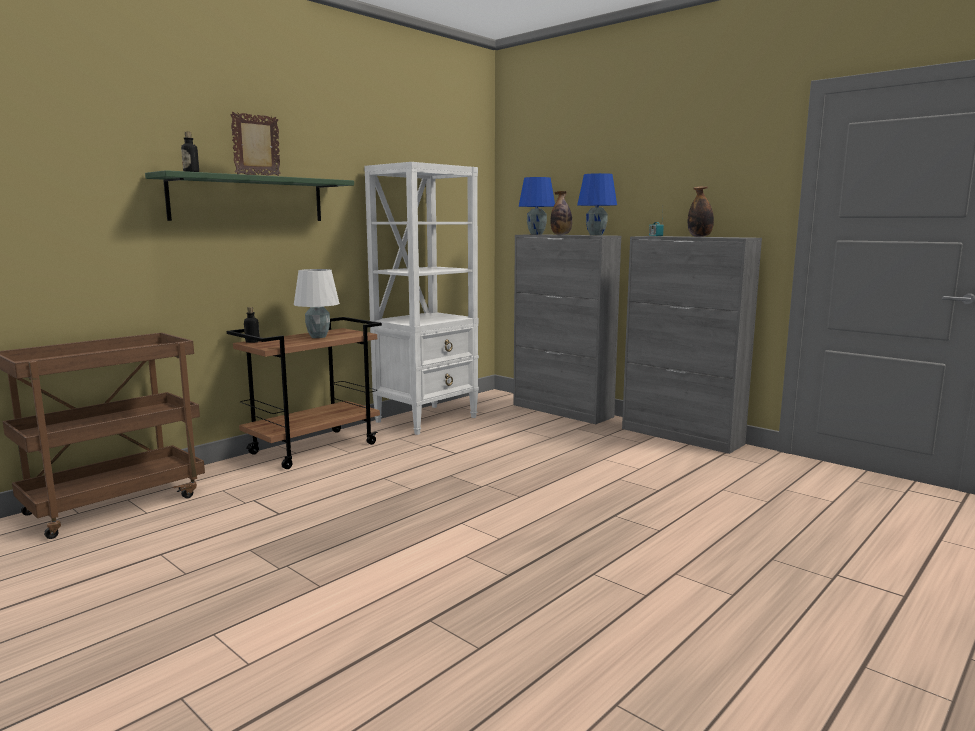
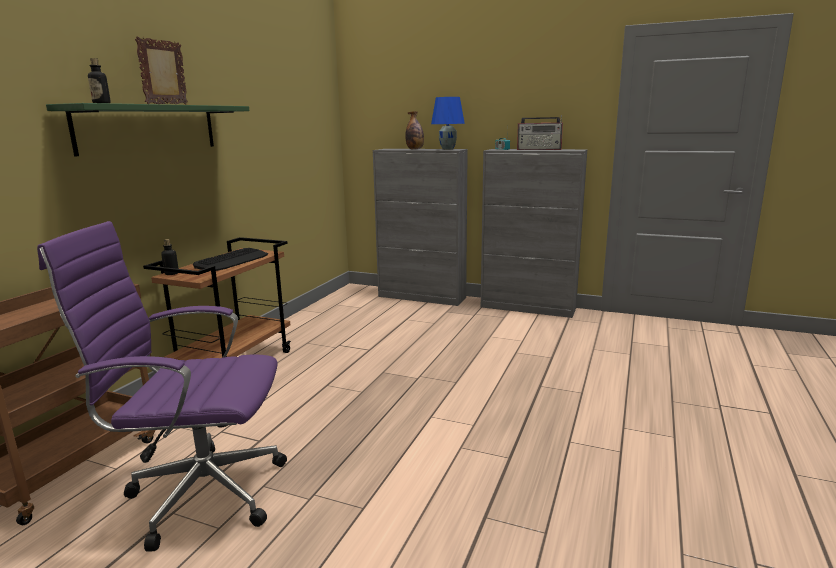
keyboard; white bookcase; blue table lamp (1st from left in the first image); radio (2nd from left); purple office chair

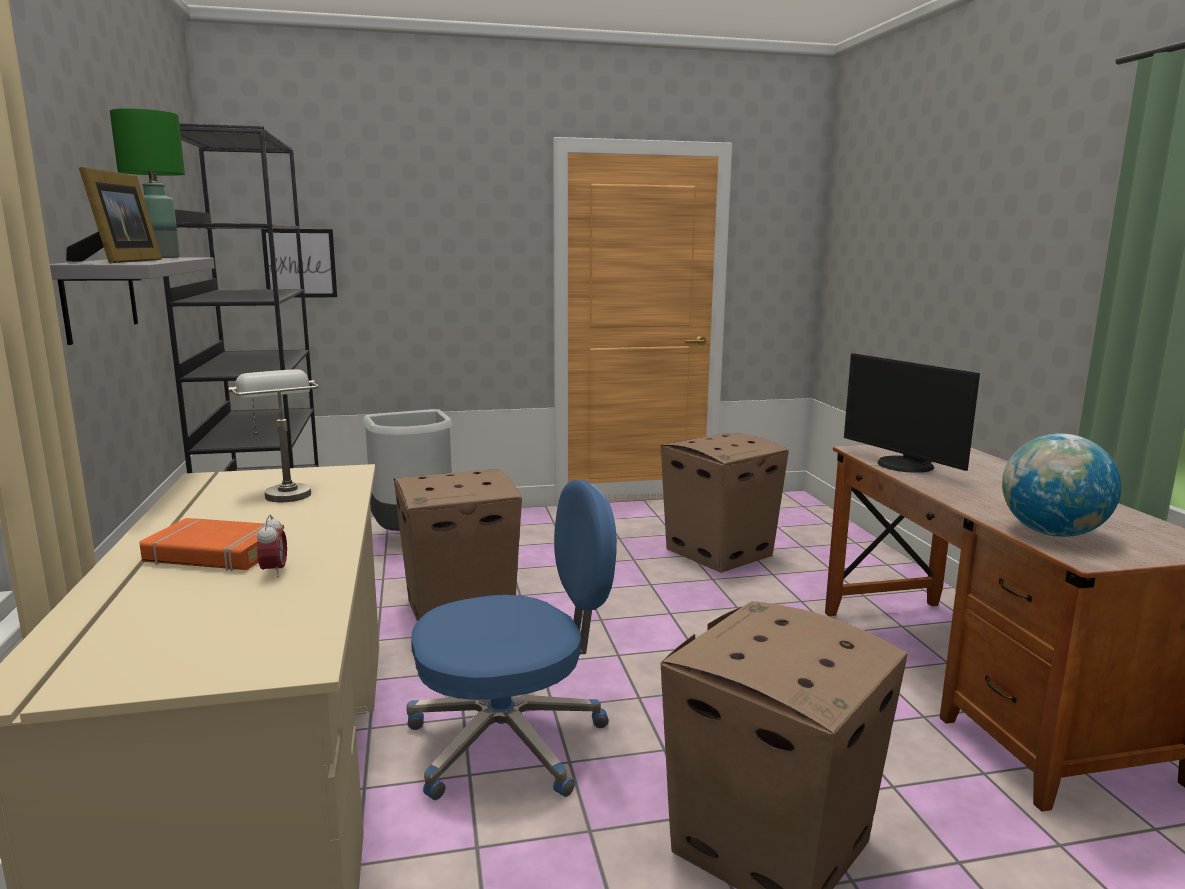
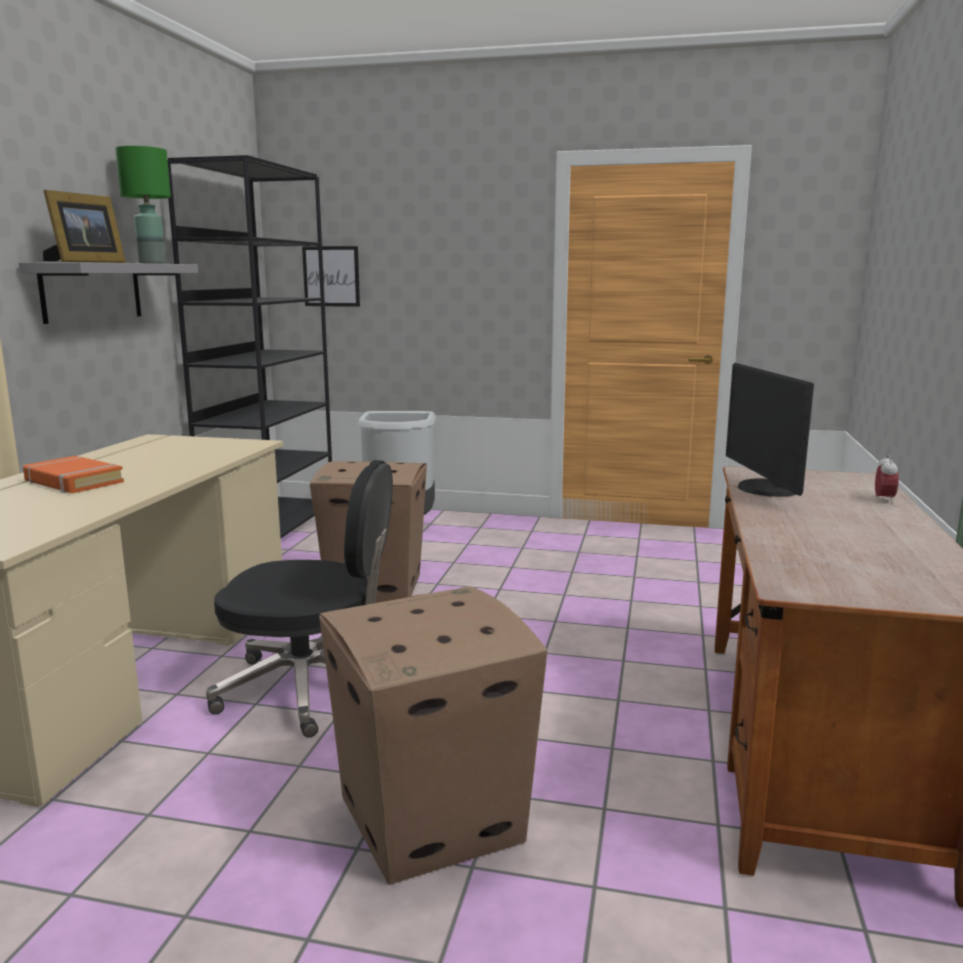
grey table lamp; alarm clock; black office chair; cardboard box (2nd from left in the first image); globe

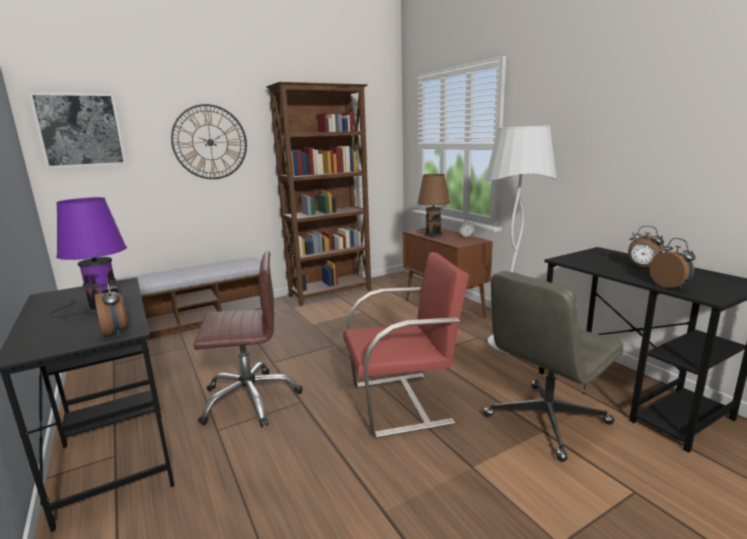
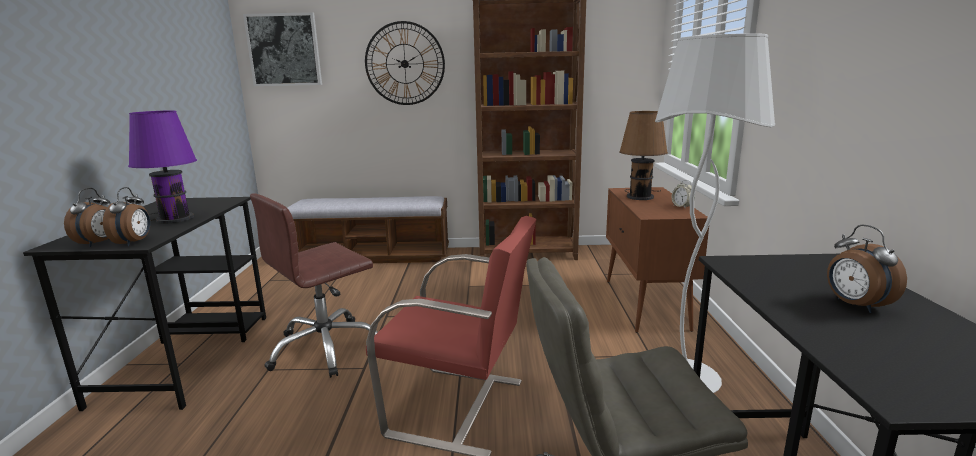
brown office chair; alarm clock (1st from left)

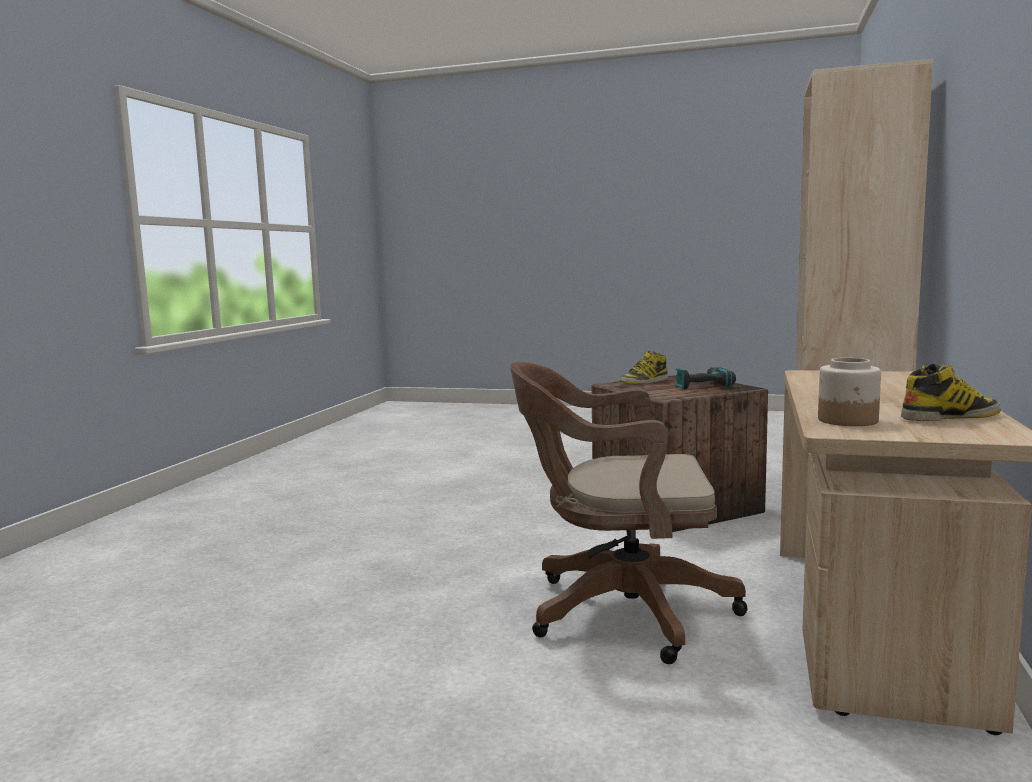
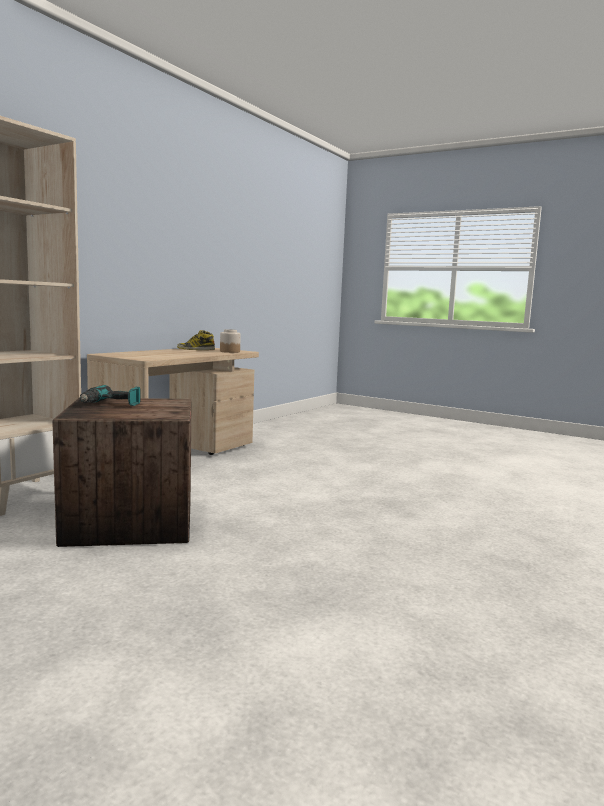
brown office chair; boot (1st from left in the first image)

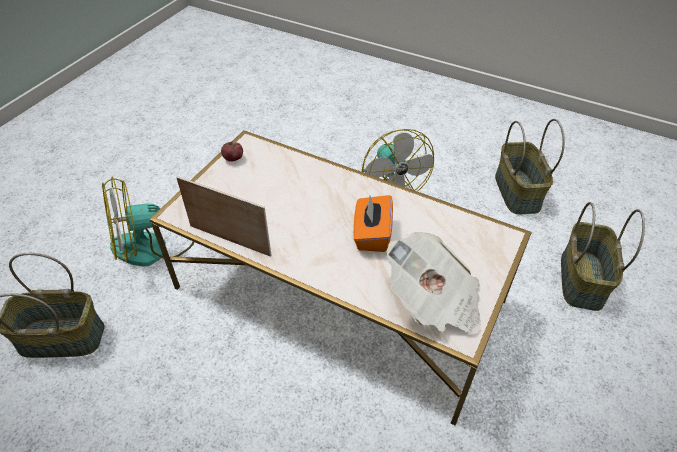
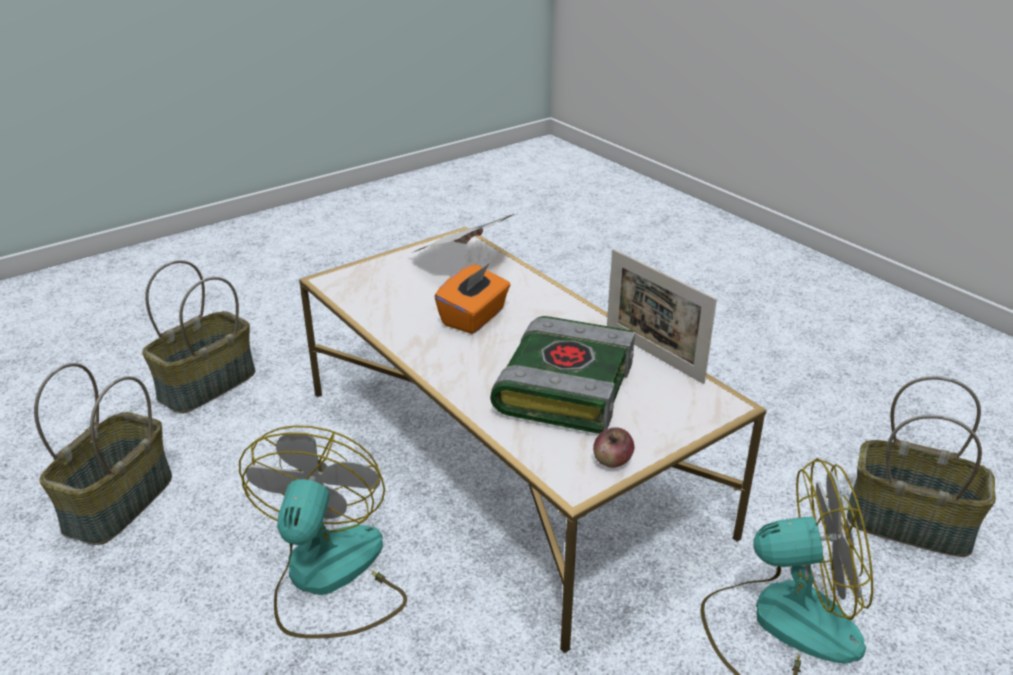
book

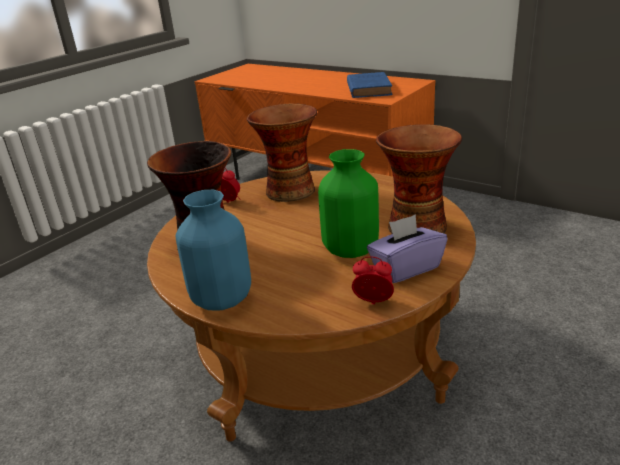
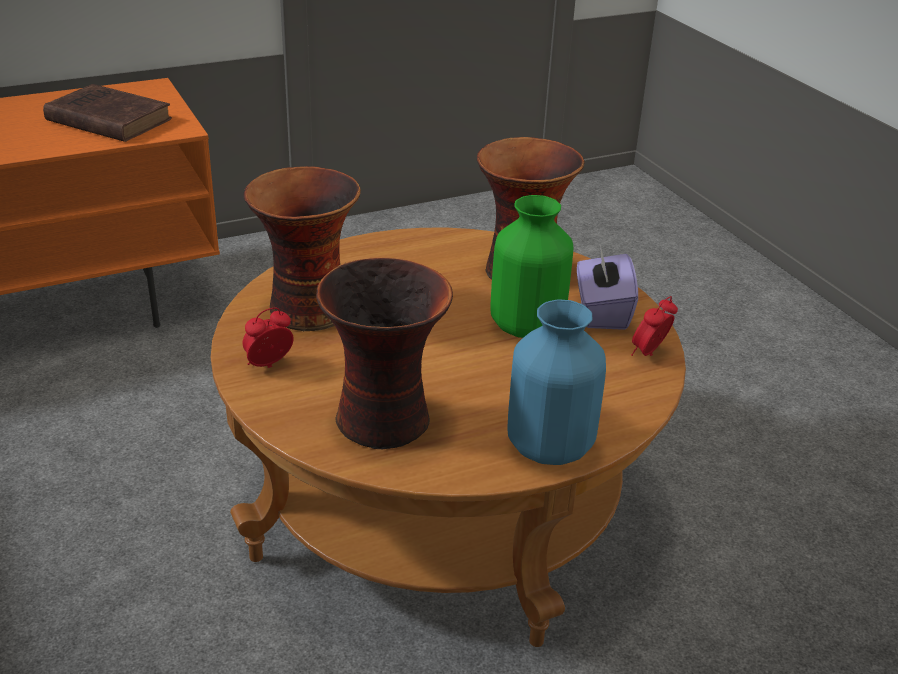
brown book

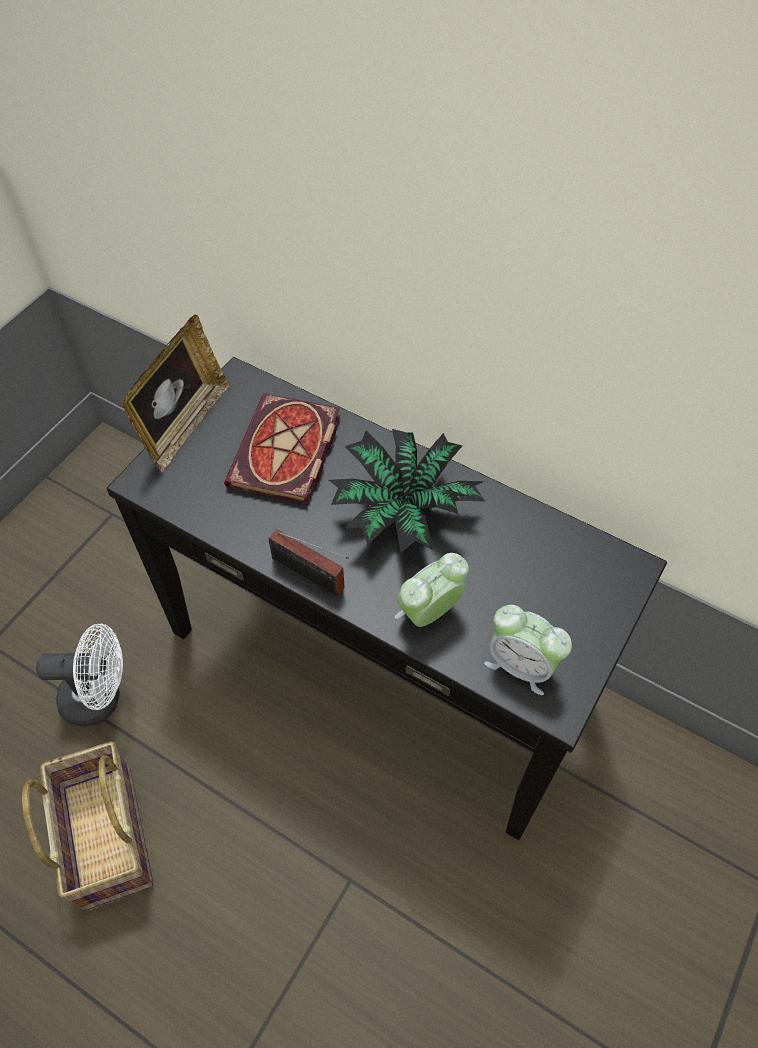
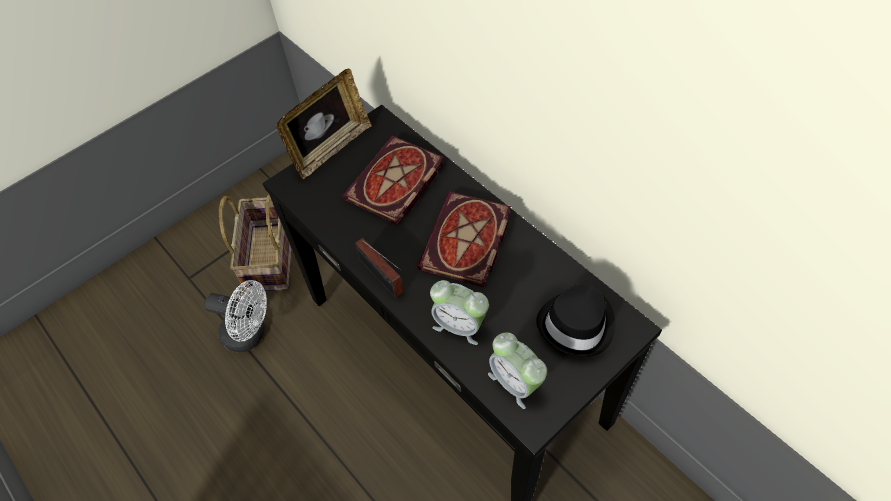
basket; book (2nd from left); alarm clock (1st from left); black hat

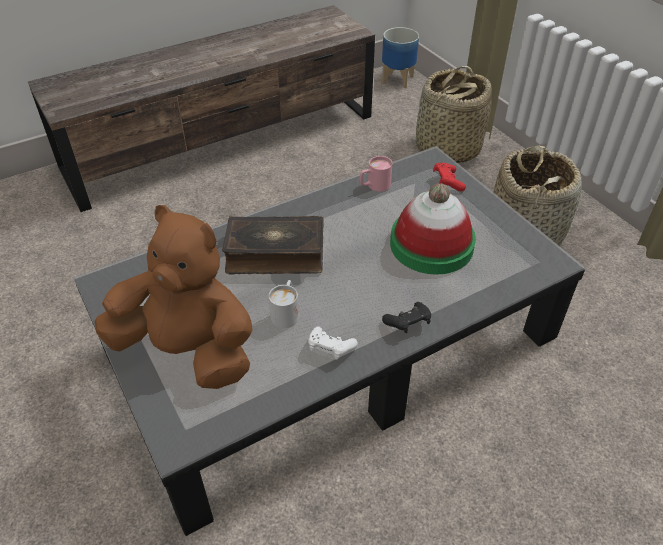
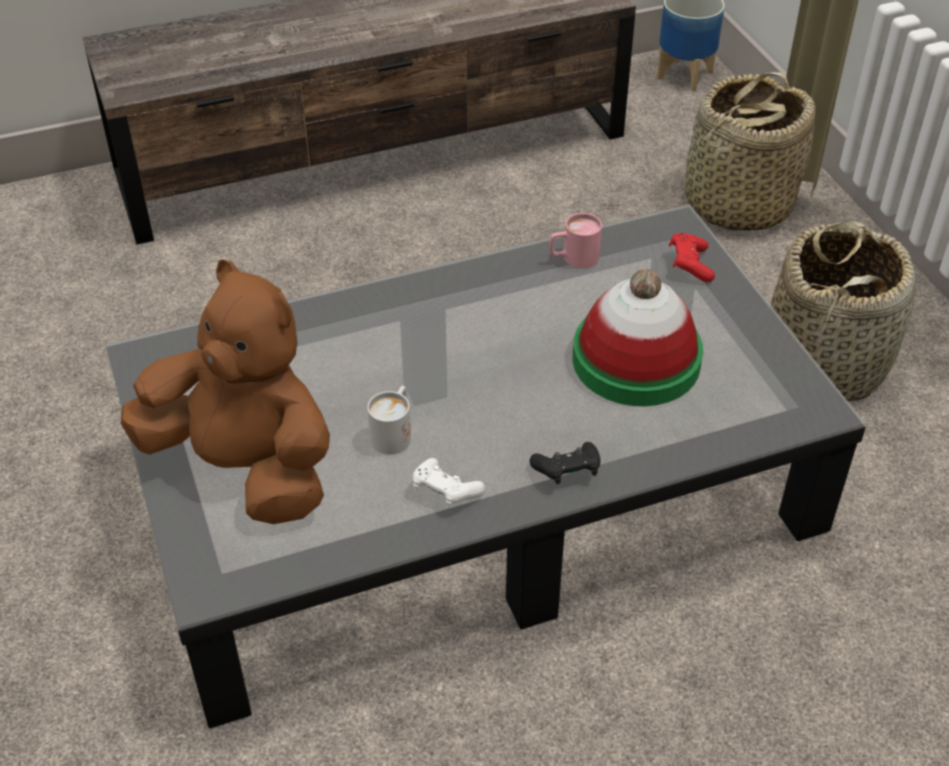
book

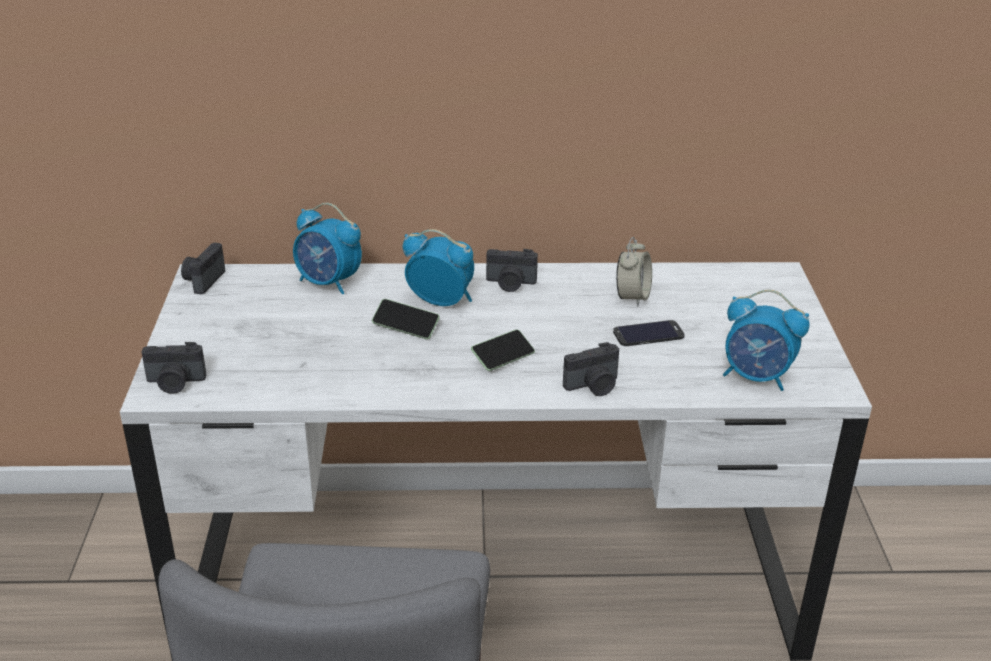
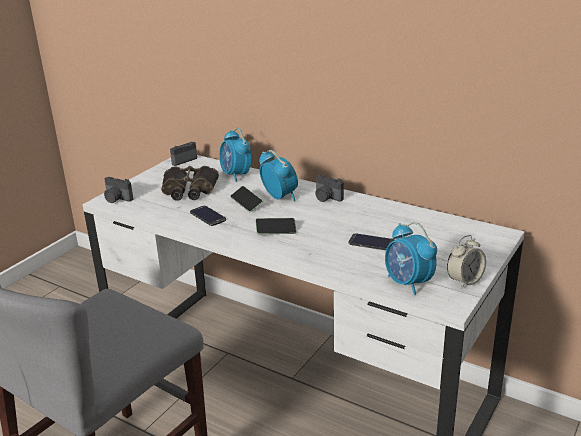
photo camera (4th from left in the first image); alarm clock (4th from left); binoculars; phone (1st from left)

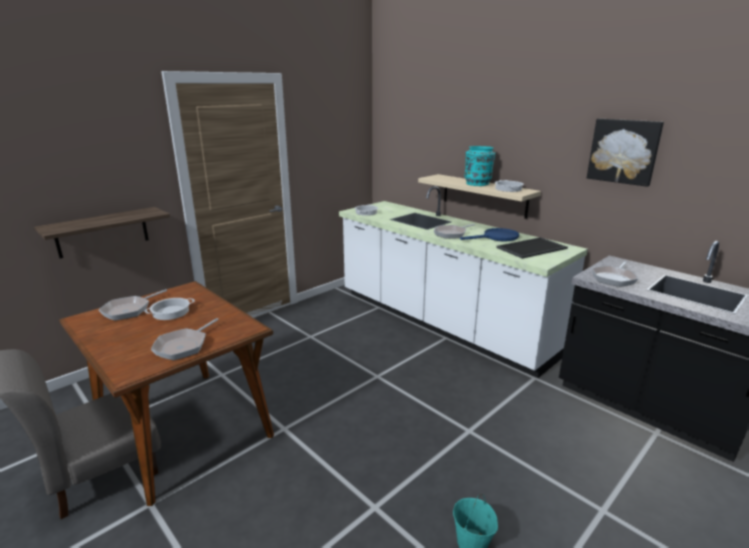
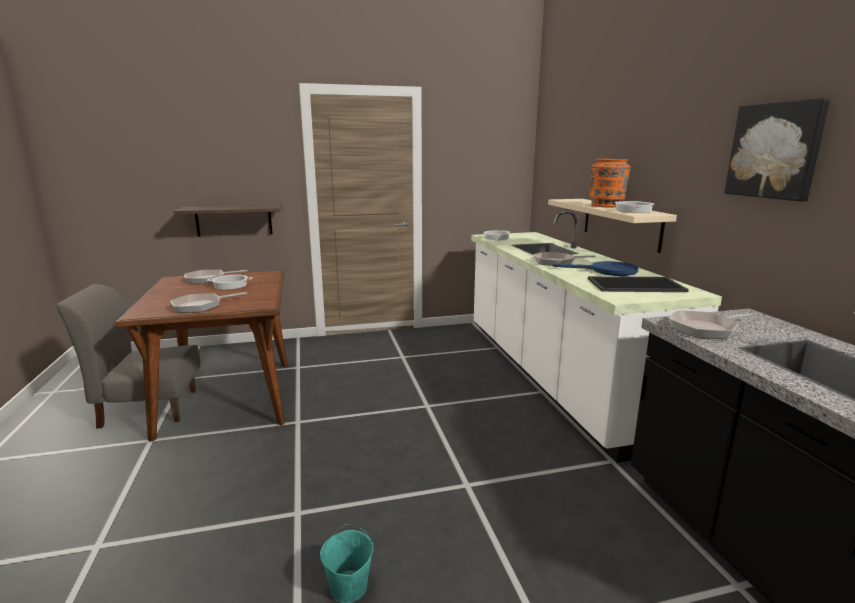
orange vase

